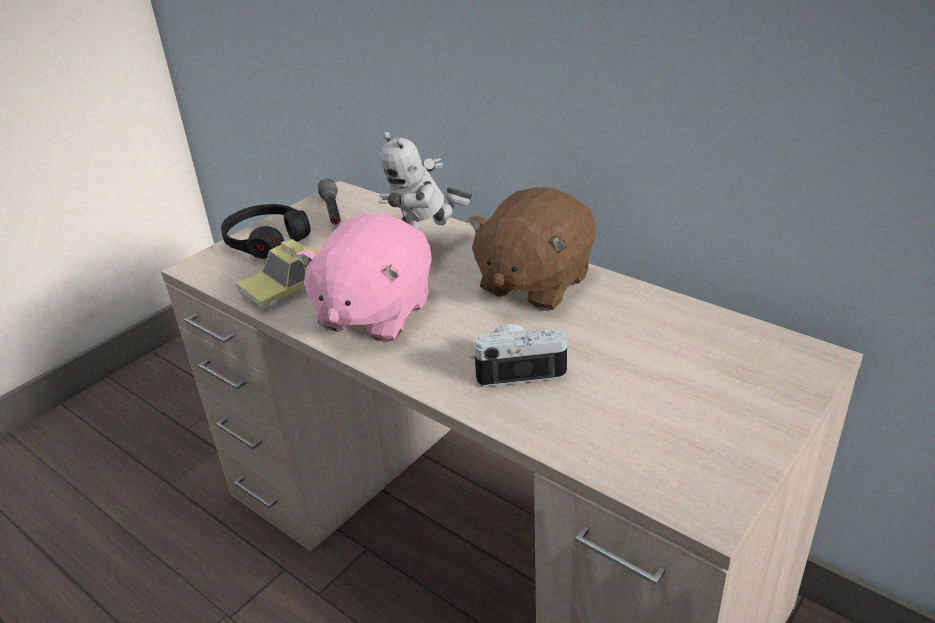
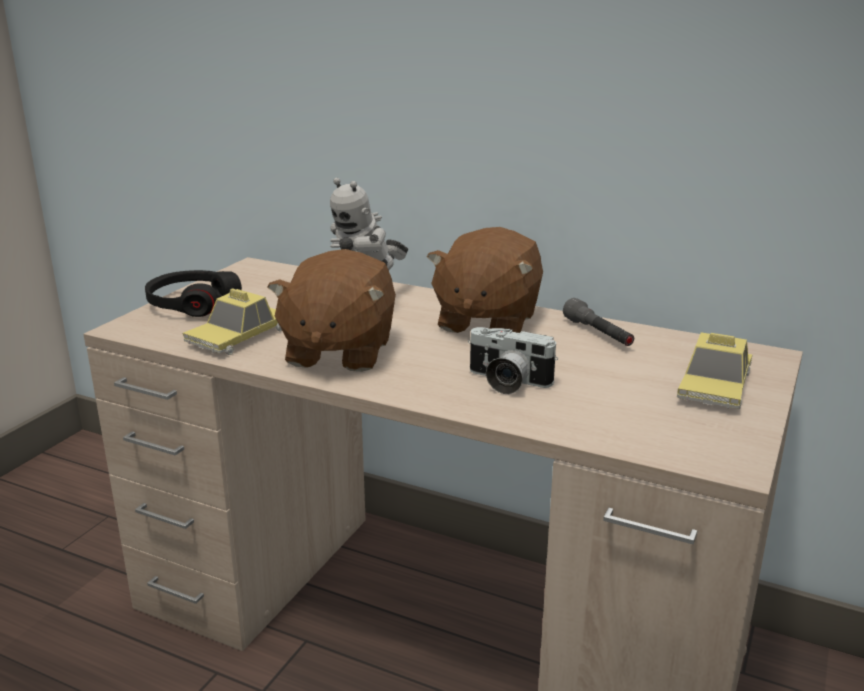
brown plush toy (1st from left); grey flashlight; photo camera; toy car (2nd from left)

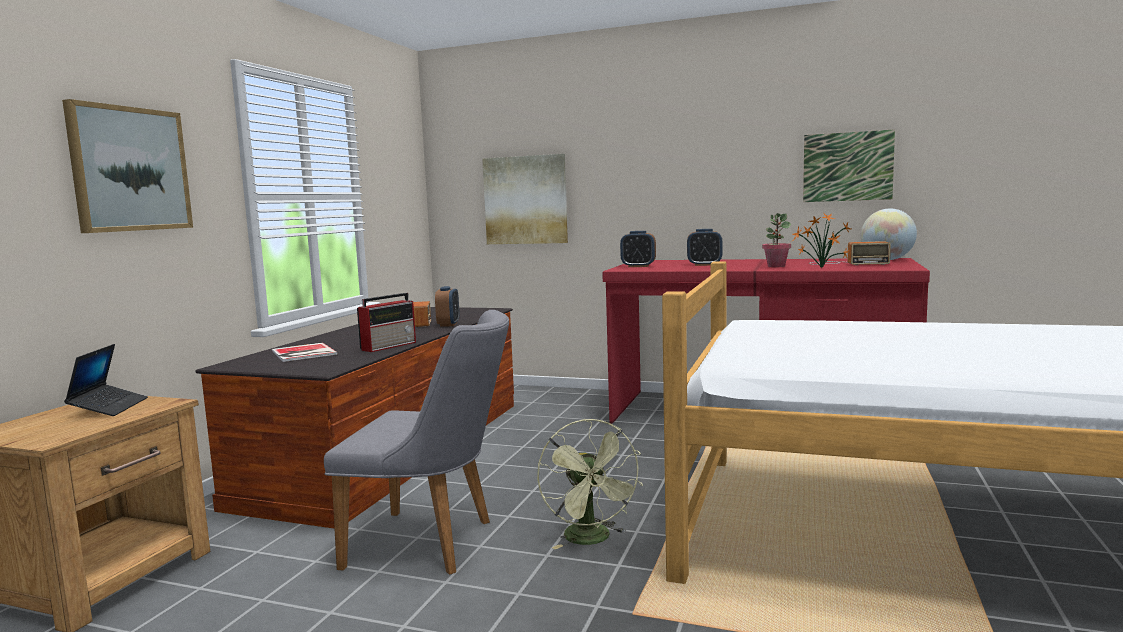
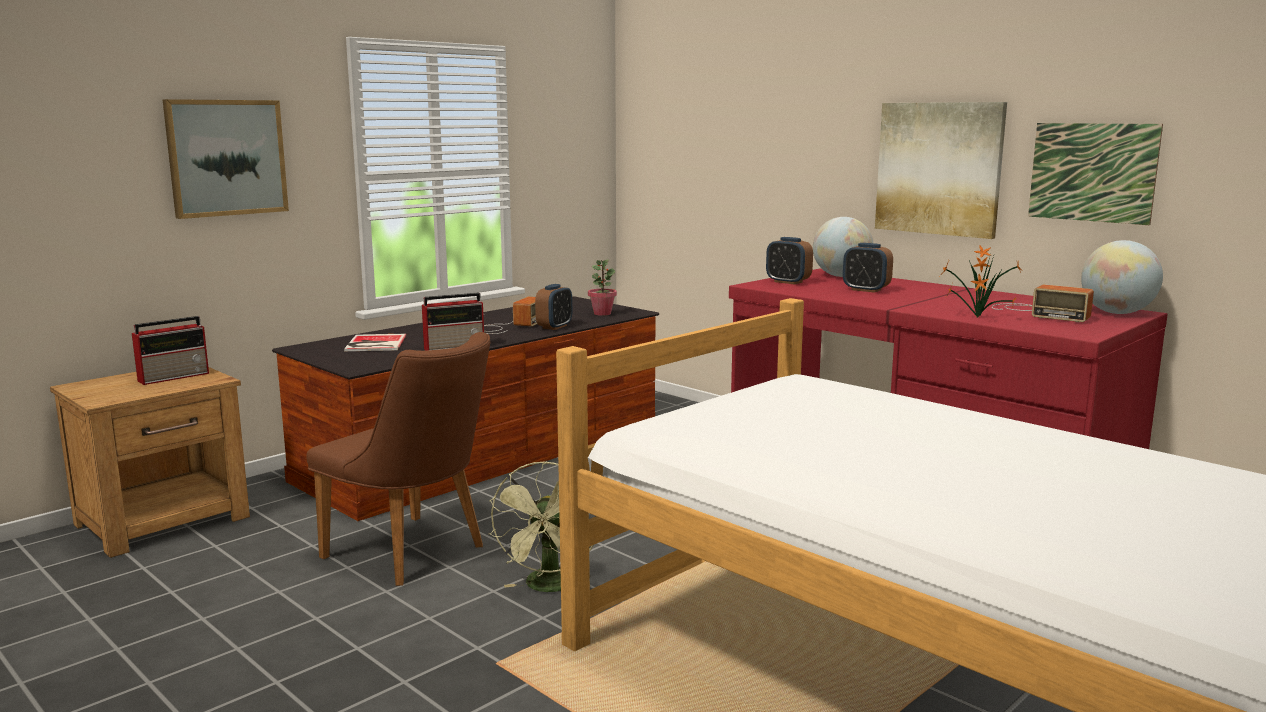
radio (1st from left); brown chair; picture (2nd from left); potted plant (1st from left); globe (1st from left)

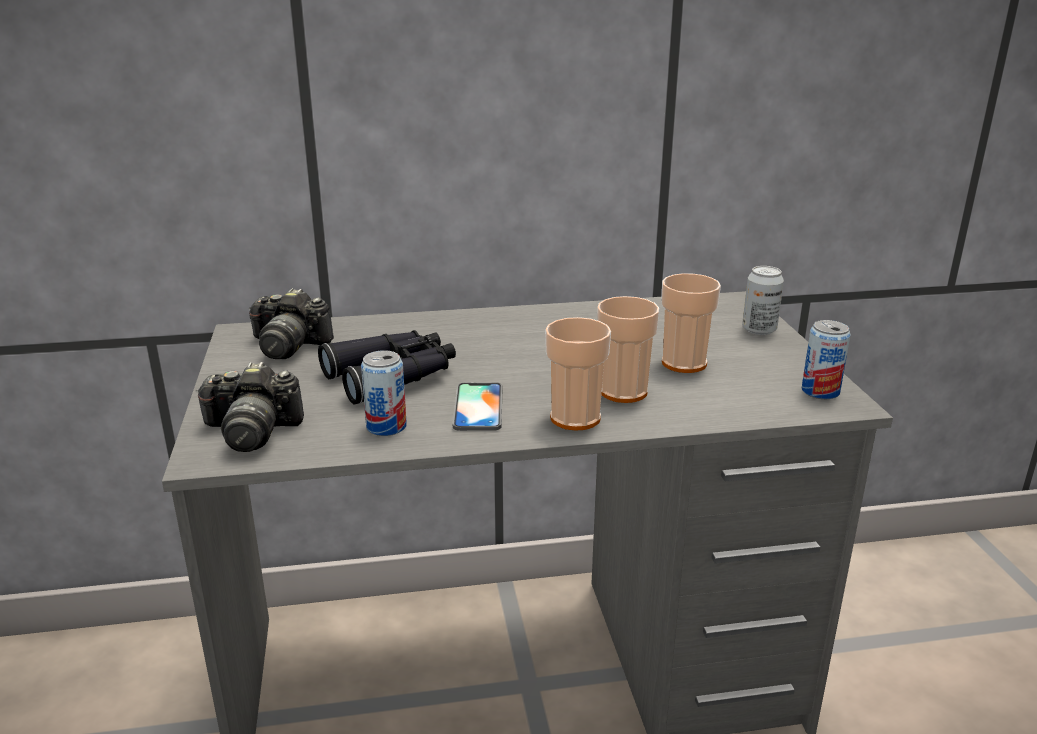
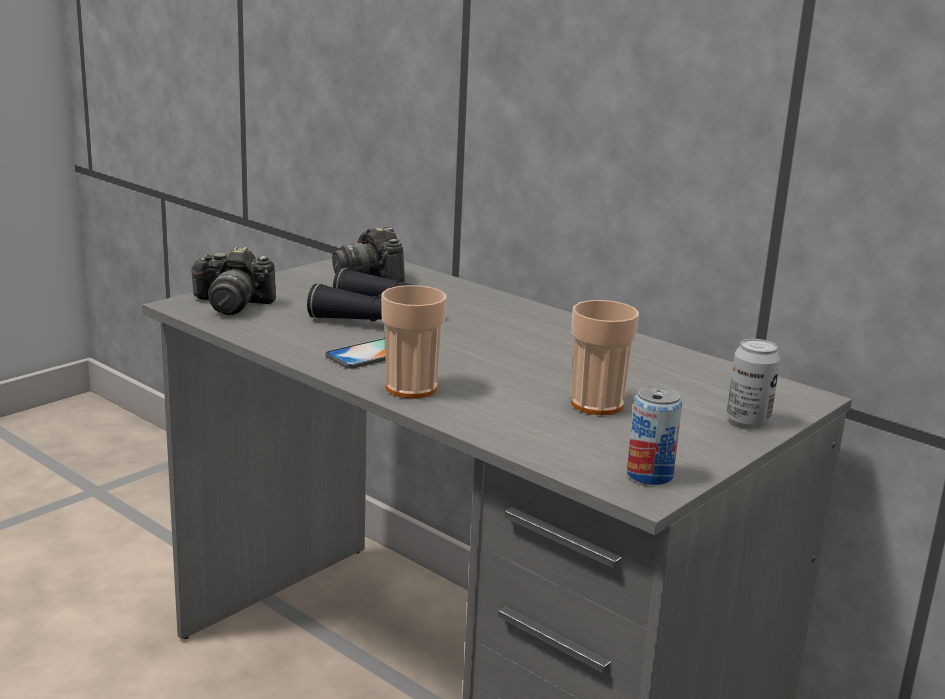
photo camera (1st from left); can (1st from left in the first image); cup (2nd from left in the first image)

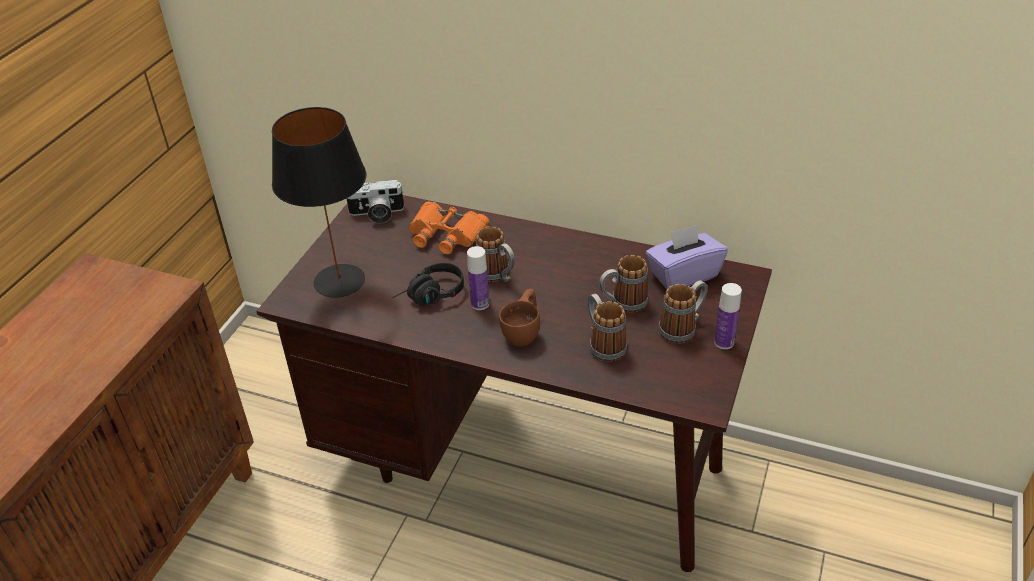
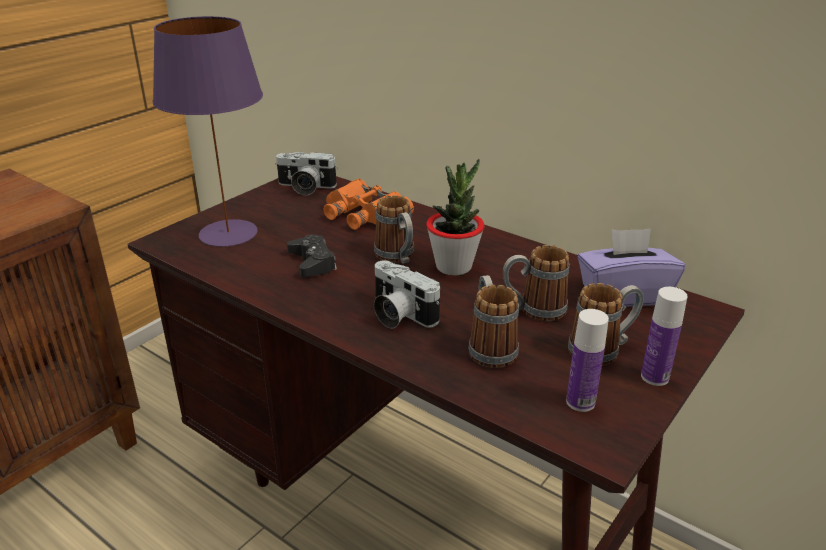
purple table lamp; black game controller; bottle (1st from left); photo camera (2nd from left); potted plant

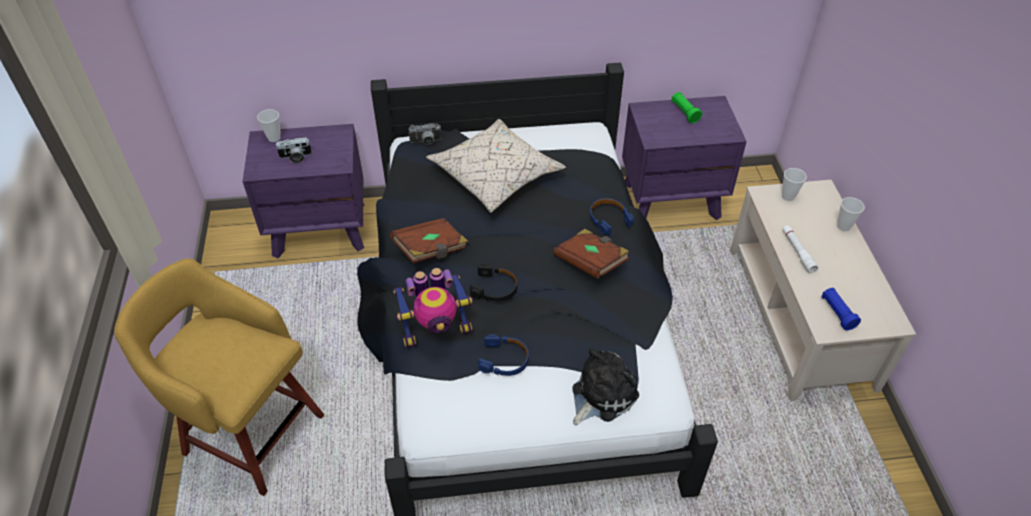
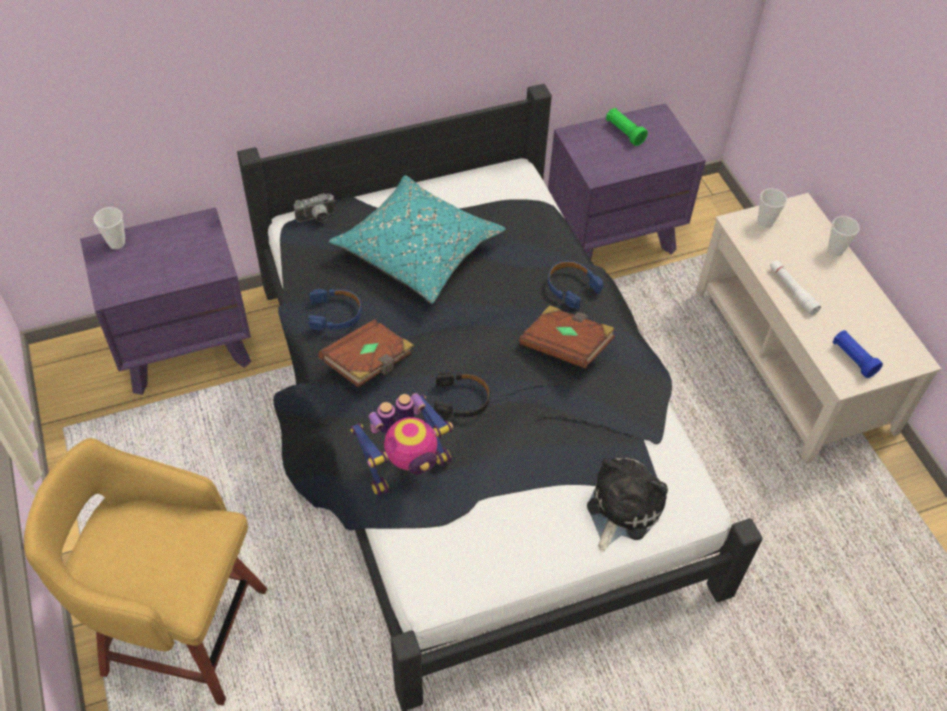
photo camera (1st from left in the first image); turquoise pillow; blue headphones (1st from left)

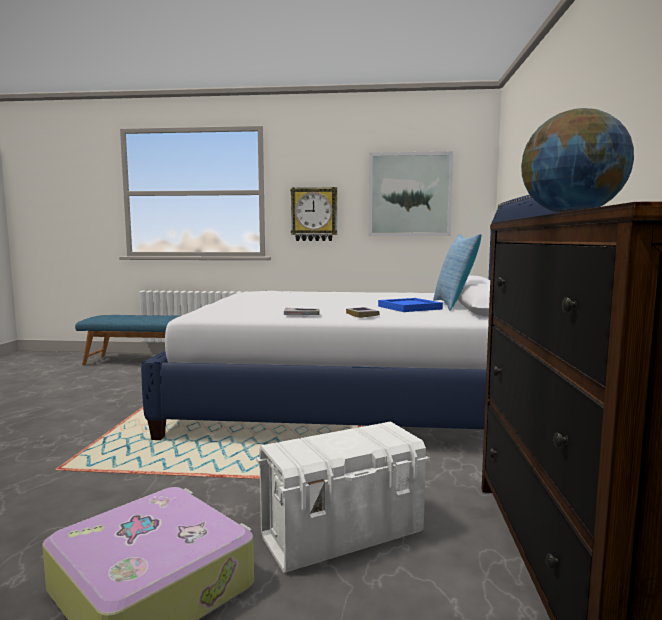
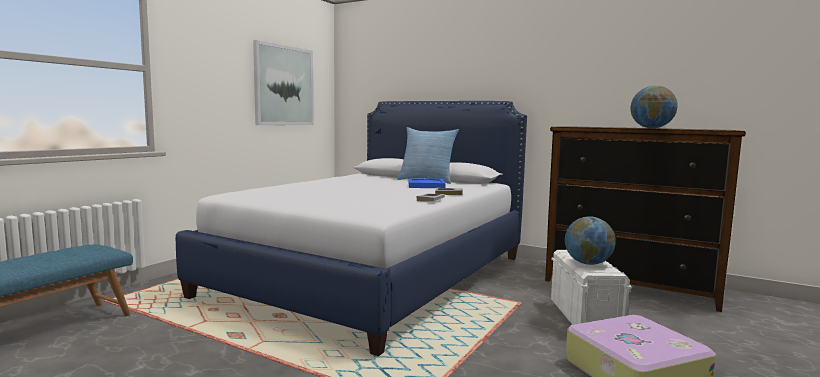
wall clock; globe (1st from left)

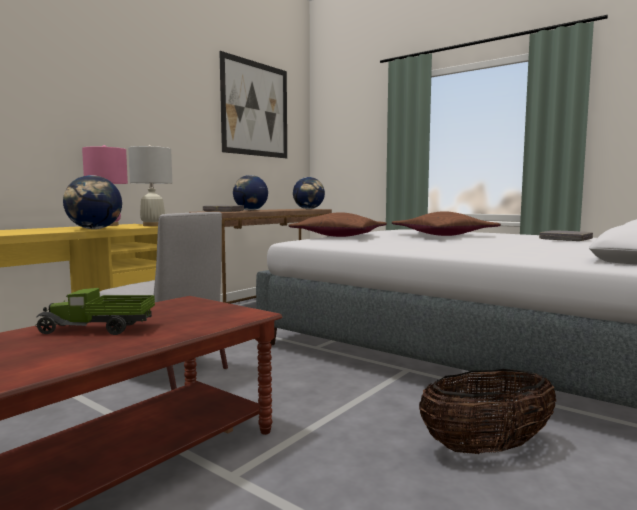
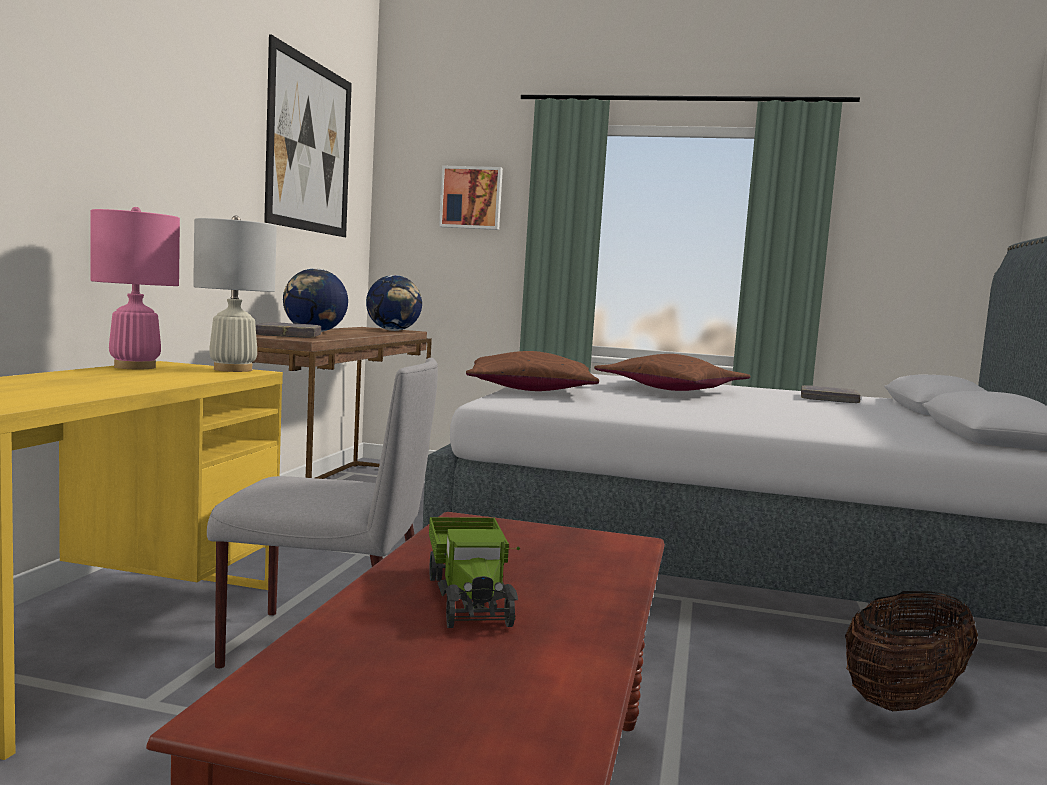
toy truck; globe (1st from left in the first image); picture (2nd from left)

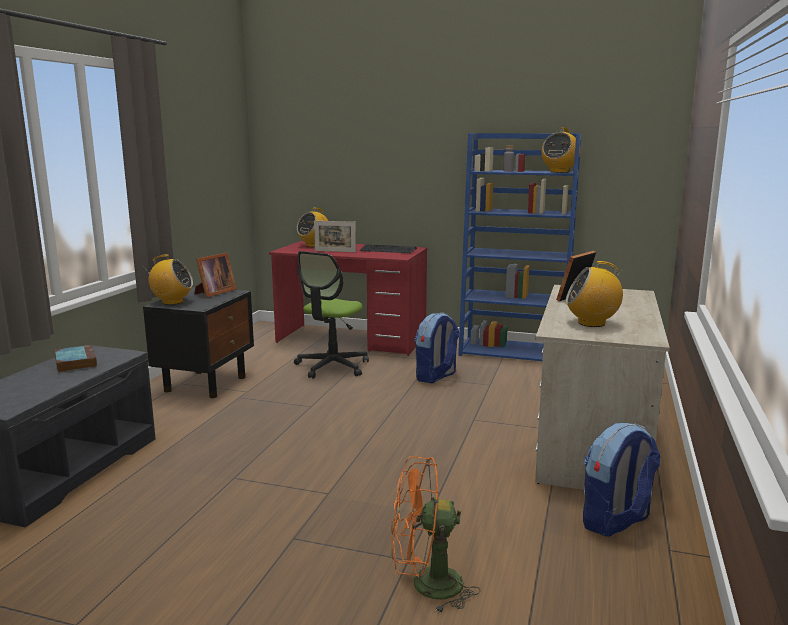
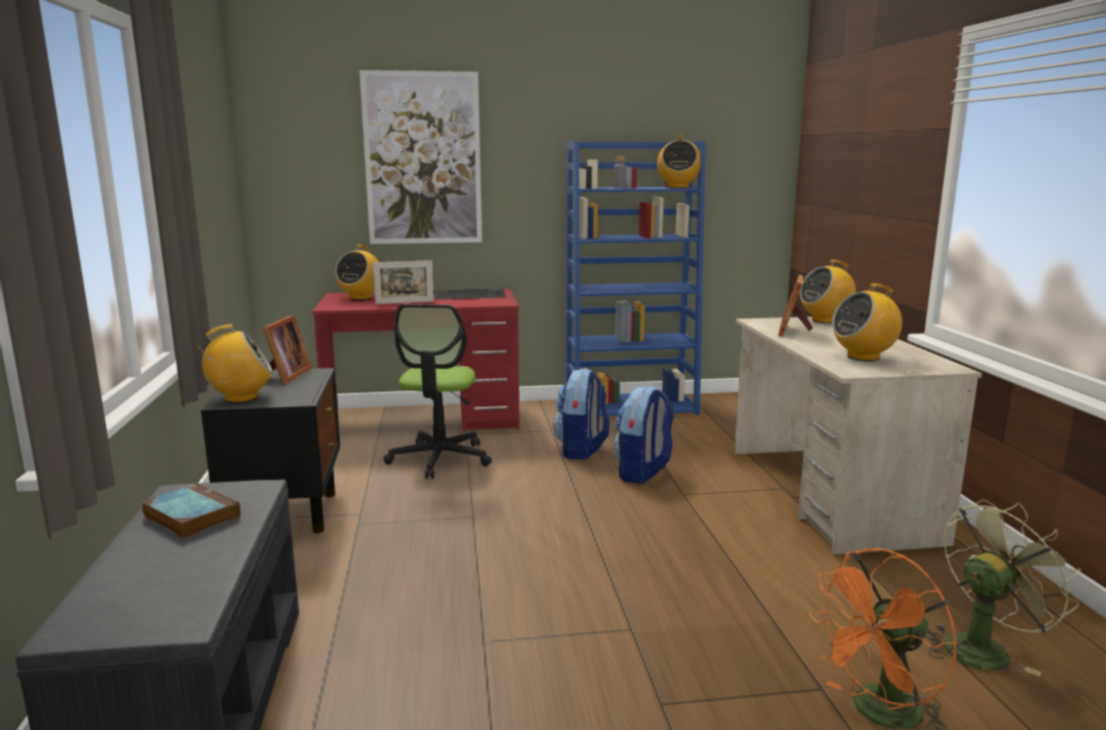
backpack (2nd from left); picture; radio (4th from left); green fan

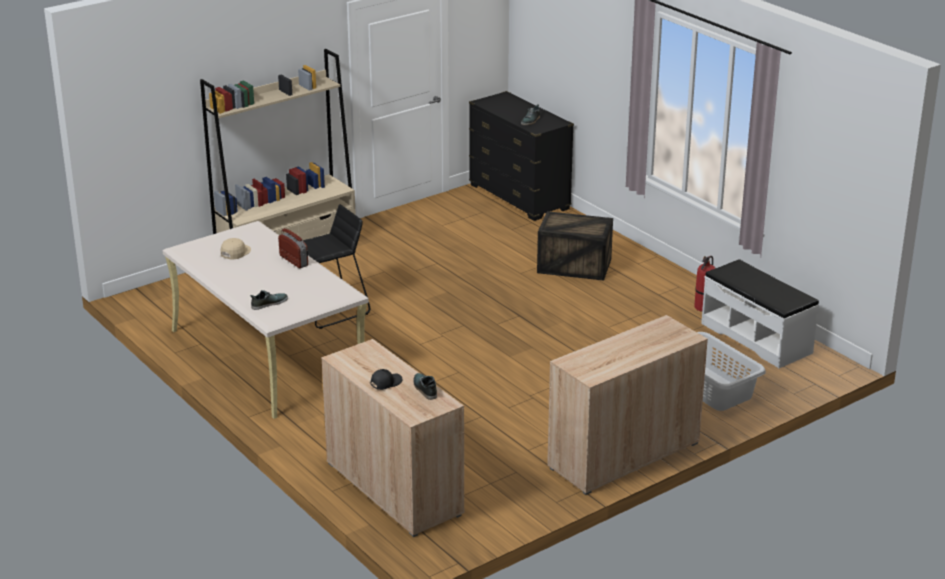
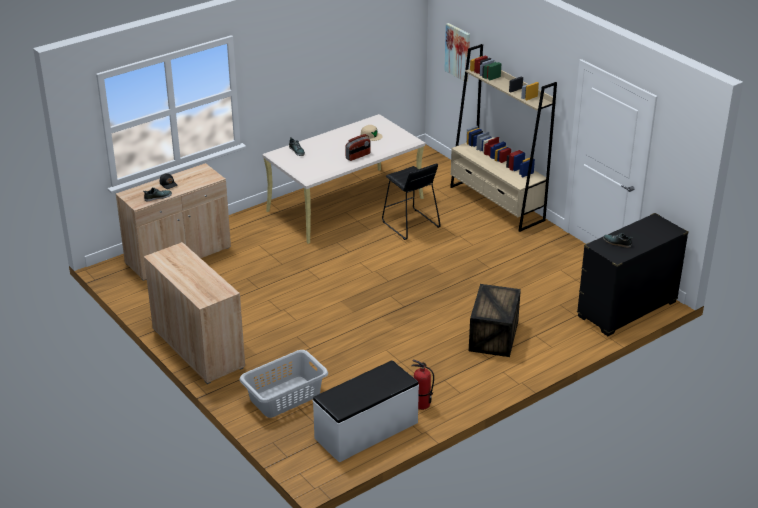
picture

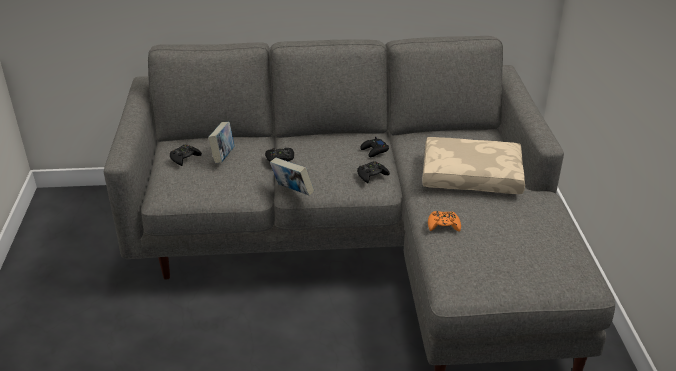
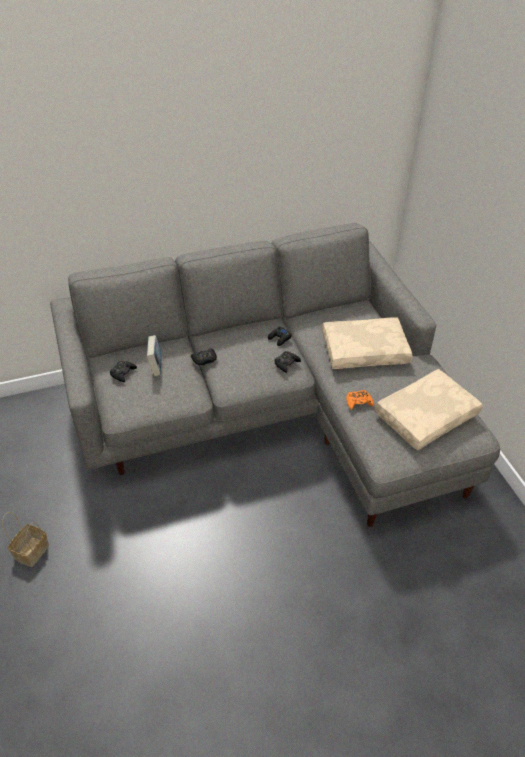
book (2nd from left in the first image); basket; beige pillow (2nd from left)

